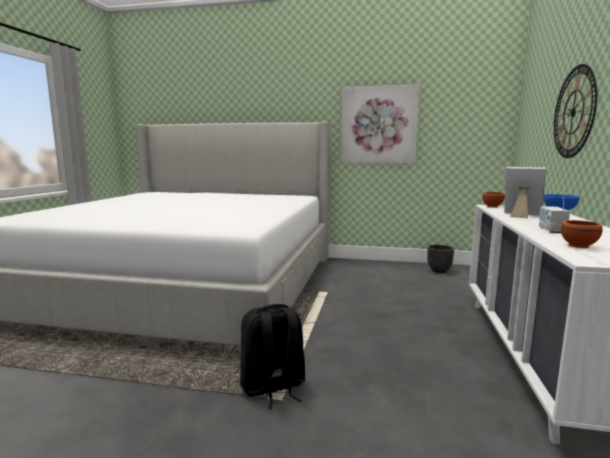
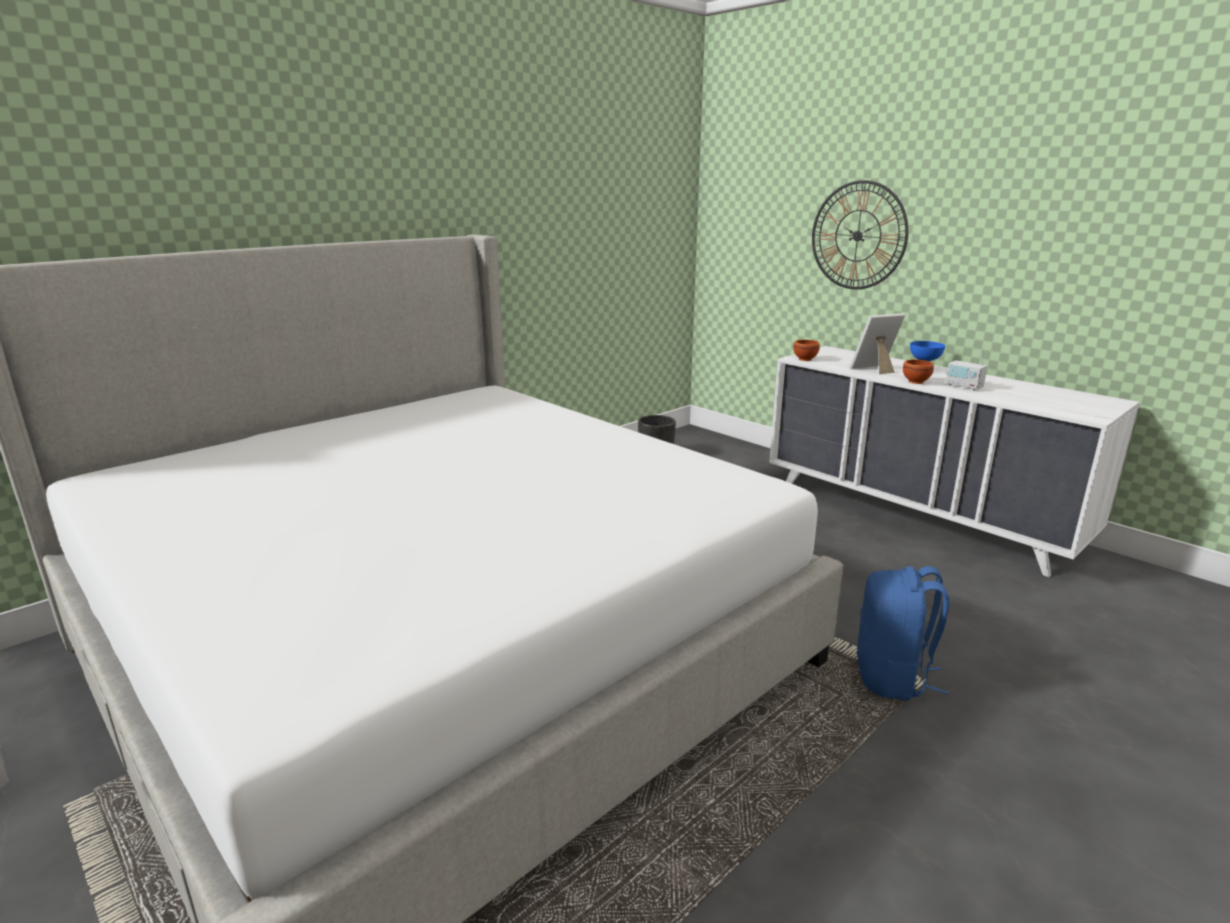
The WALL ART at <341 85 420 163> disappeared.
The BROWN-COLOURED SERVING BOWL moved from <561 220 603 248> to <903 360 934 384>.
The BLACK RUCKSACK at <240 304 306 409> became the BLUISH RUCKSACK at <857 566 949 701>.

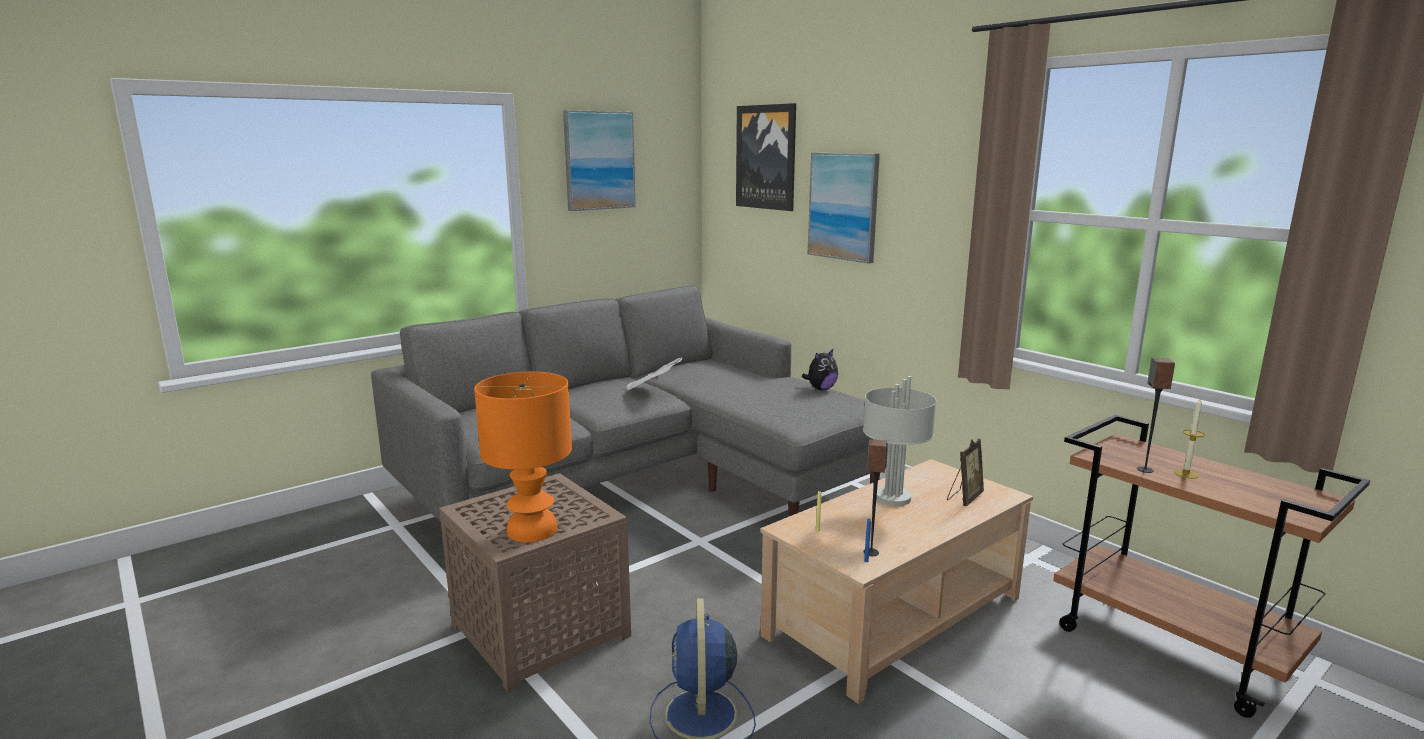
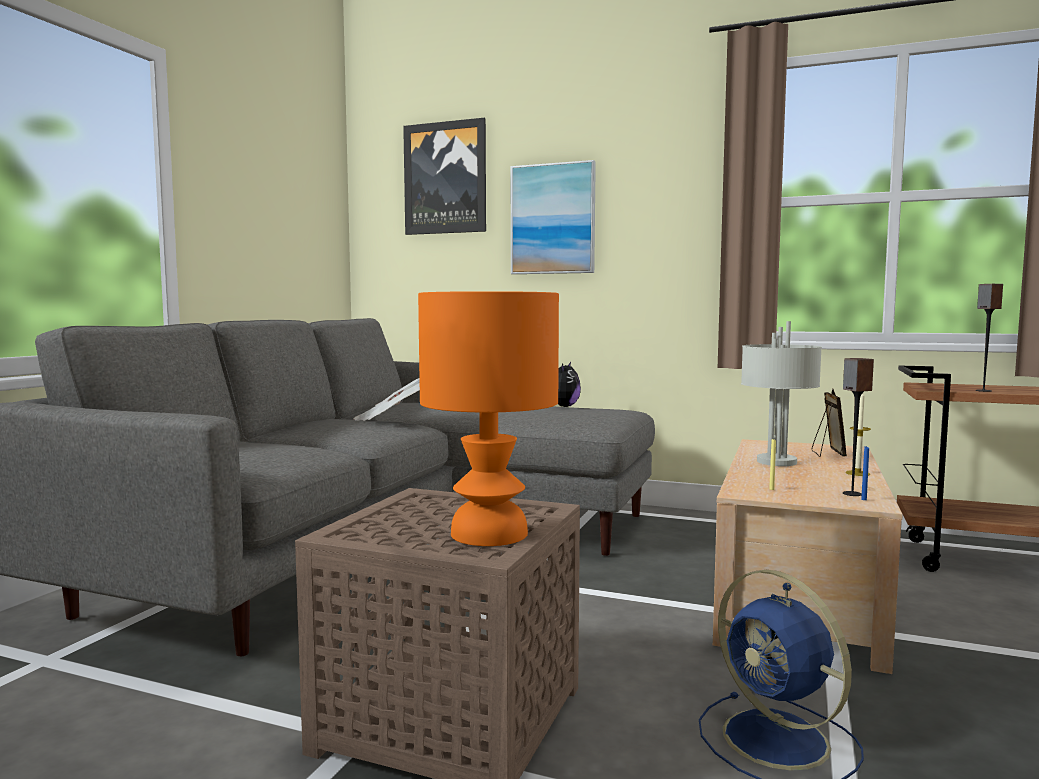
The WALL ART at <563 110 636 211> disappeared.
The WAX LIGHT moved from <1174 397 1205 479> to <846 393 871 476>.

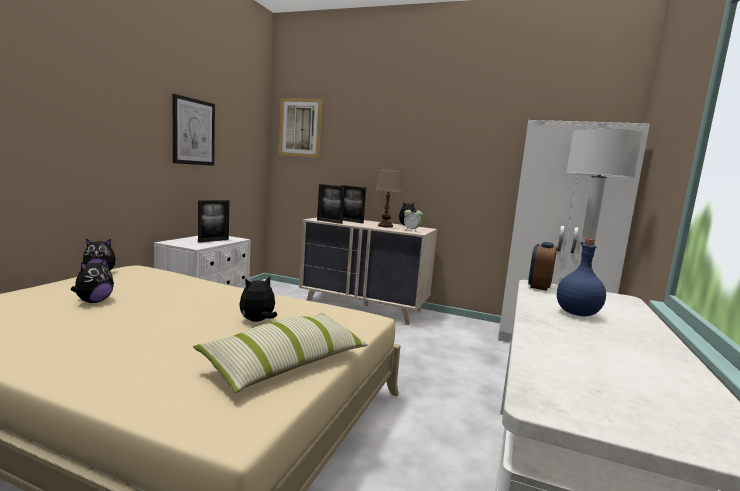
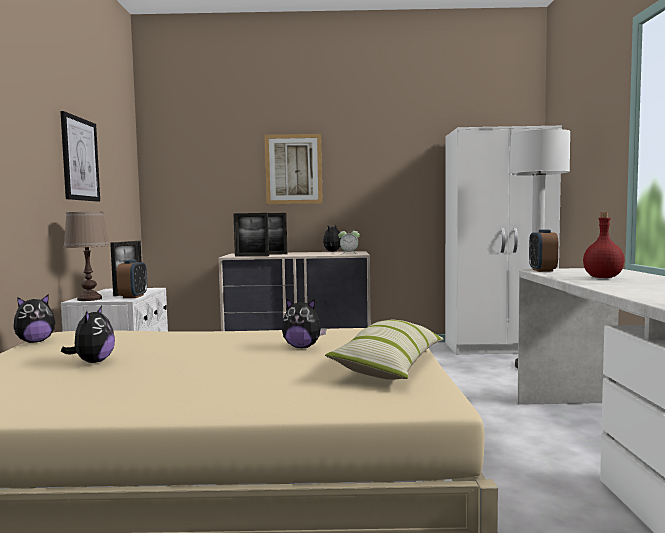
The ALARM CLOCK at <117 260 147 298> appeared.
The WALL ART moved from <279 98 323 158> to <264 134 323 204>.
The BROWN-COLOURED TABLE LAMP moved from <375 168 402 228> to <63 212 110 301>.
The BLUISH BOTTLE at <557 238 606 317> became the RED BOTTLE at <583 212 625 278>.
The CUDDLY TOY at <239 276 277 322> turned 105 degrees counterclockwise.

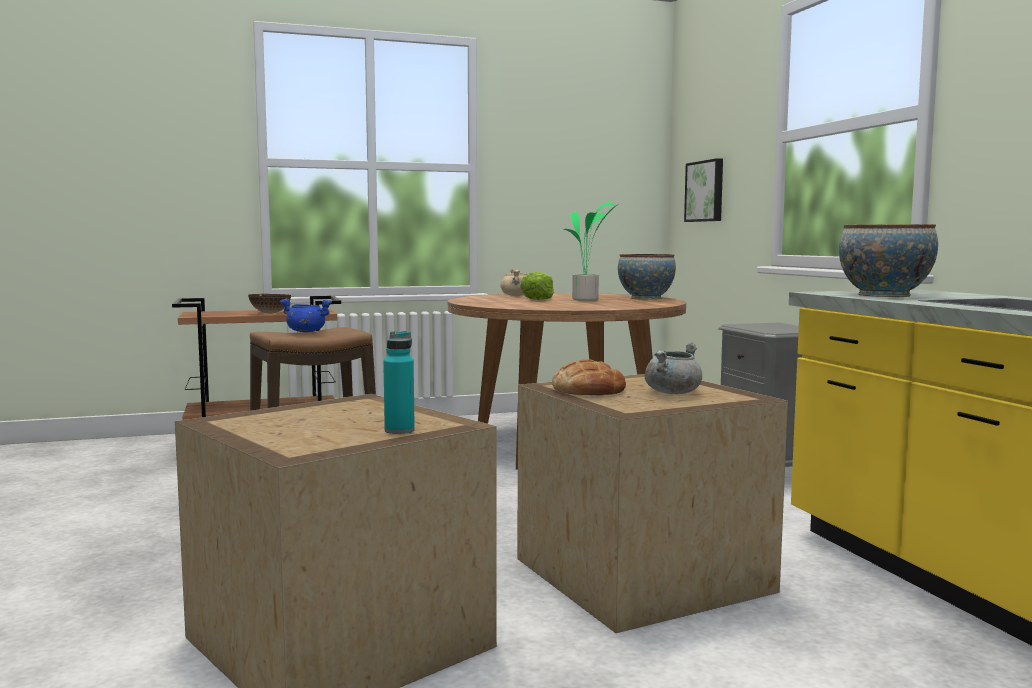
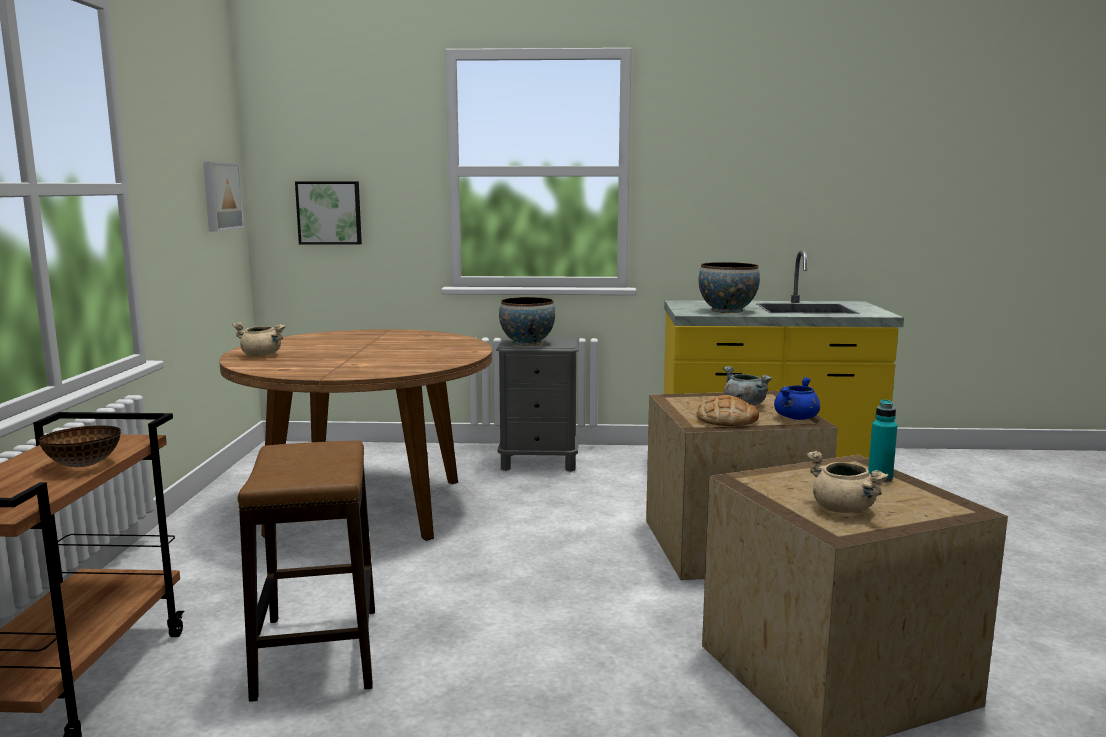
The LETTUCE at <520 272 554 300> disappeared.
The POTTED PLANT at <560 202 617 301> disappeared.
The WALL ART at <203 162 244 232> appeared.
The SAND-COLOURED COOKING POT at <806 451 889 513> appeared.
The BLUISH COOKING POT moved from <280 299 332 332> to <774 377 820 420>.
The SERVING BOWL moved from <618 254 676 300> to <499 297 555 346>.

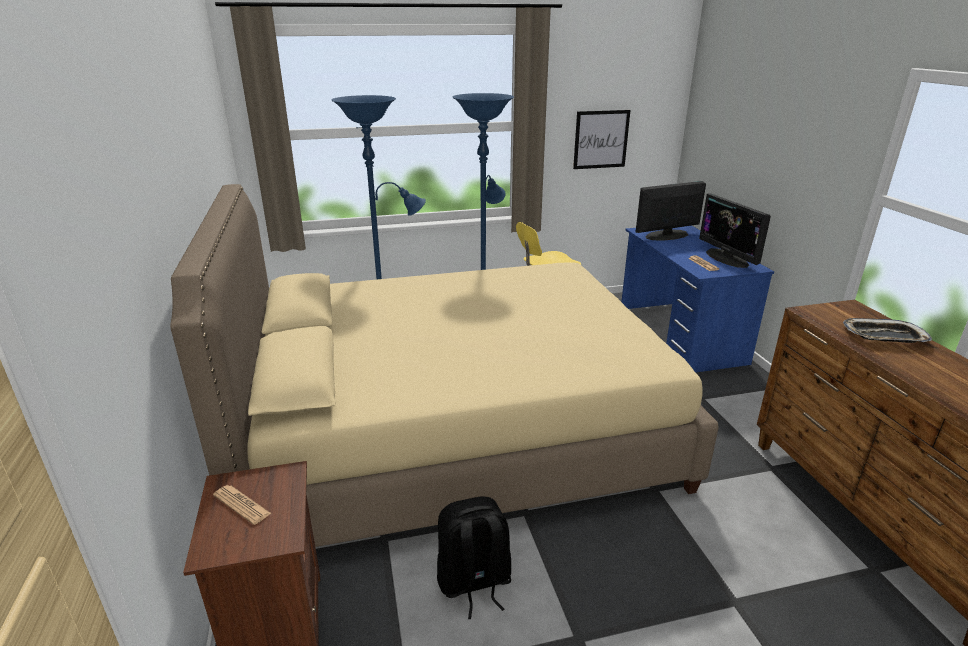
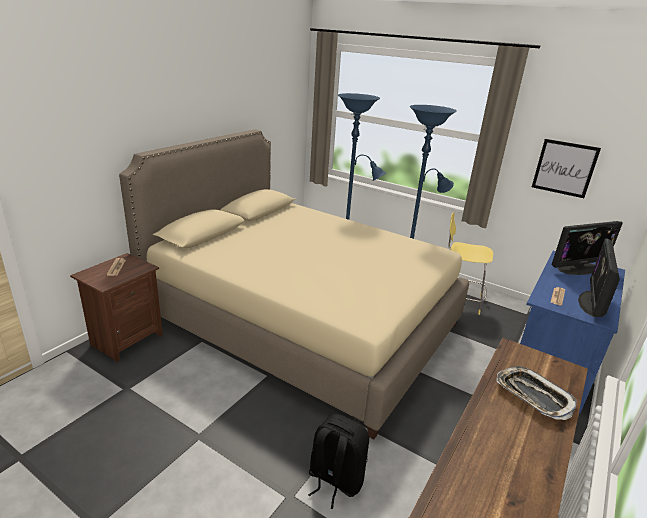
The BLACK RUCKSACK moved from <437 496 511 619> to <308 414 369 509>.
The COMPUTER SCREEN at <636 181 706 241> turned 135 degrees clockwise.

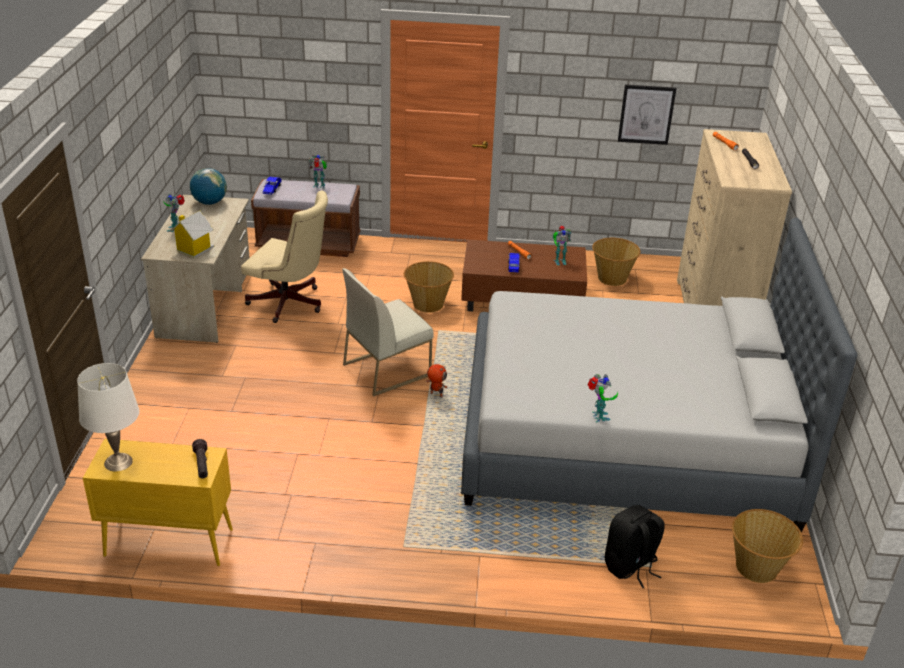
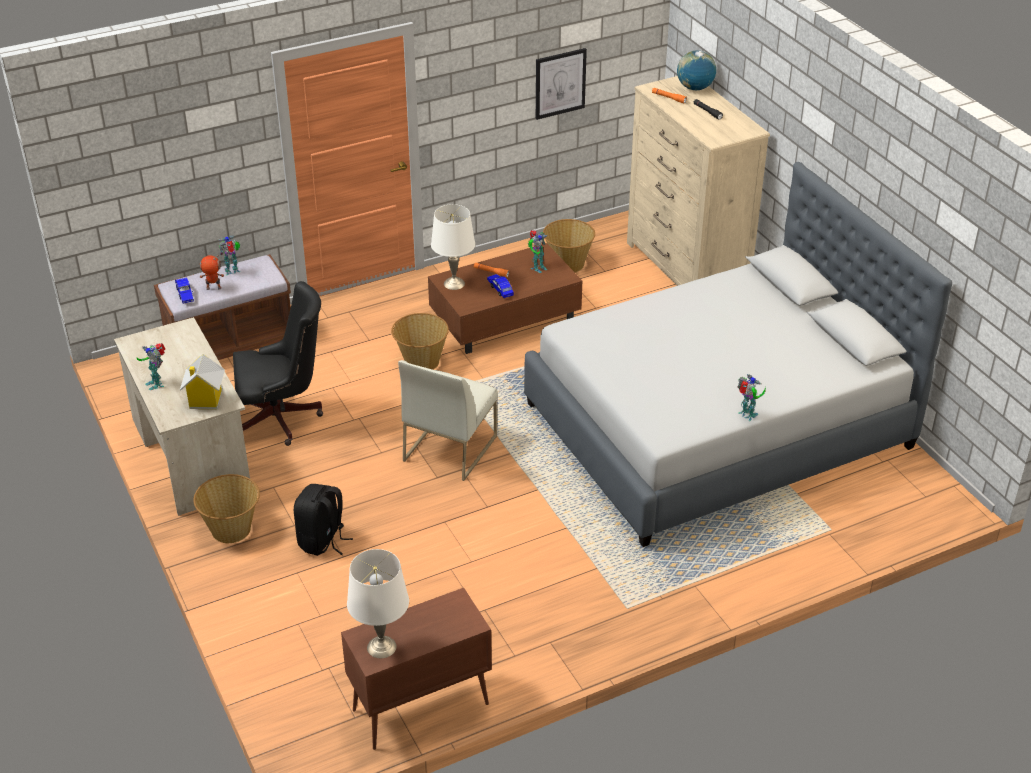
The BLACK HAND TORCH at <192 439 208 478> disappeared.
The WHITISH TABLE LAMP at <431 204 475 290> appeared.
The WORLD GLOBE moved from <190 168 227 205> to <677 50 716 90>.
The MODEL ROBOT moved from <426 364 447 398> to <200 255 224 290>.
The BLACK RUCKSACK moved from <605 505 665 588> to <294 484 353 556>.
The BASKET moved from <732 509 803 583> to <193 474 260 543>.
The YELLOW-COLOURED CABINET at <83 439 233 566> became the BROWN-COLOURED CABINET at <341 588 492 750>.
The SAND-COLOURED DESK CHAIR at <241 191 328 323> became the BLACK DESK CHAIR at <233 281 323 446>.

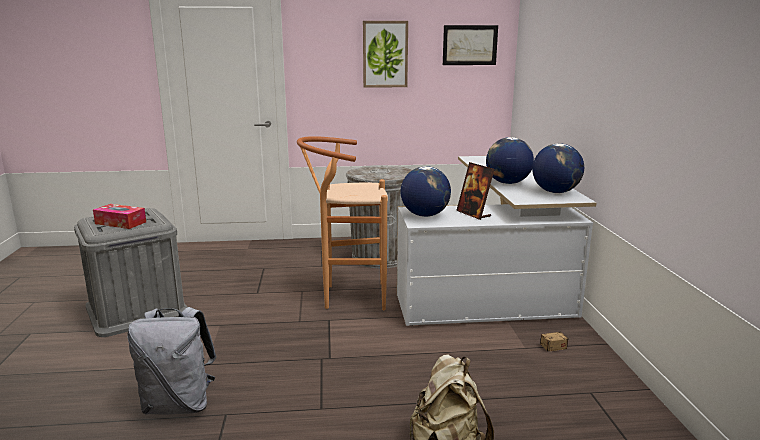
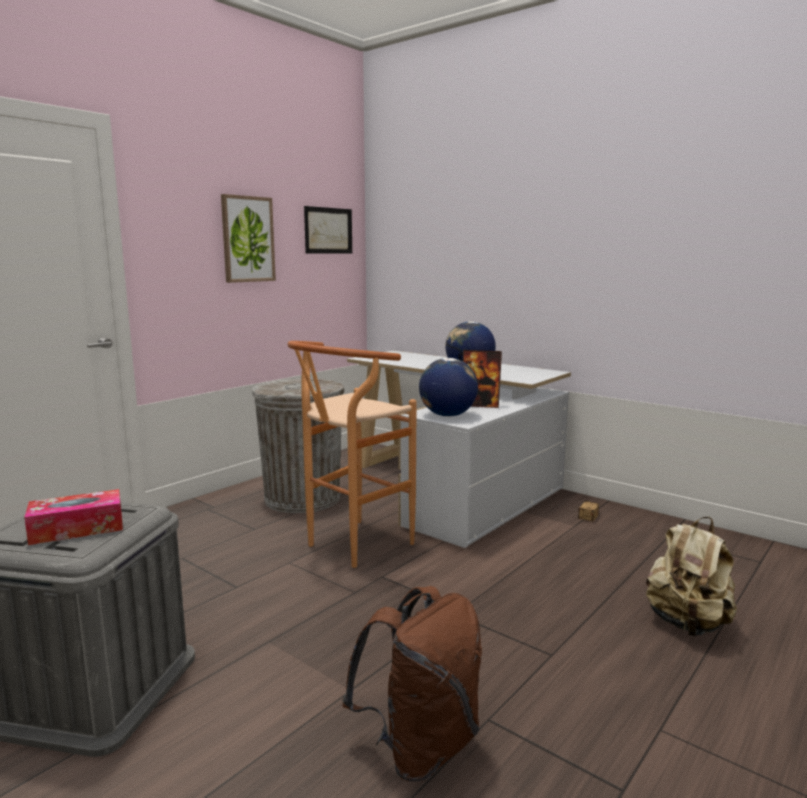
The WORLD GLOBE at <532 143 584 193> disappeared.
The GREY RUCKSACK at <127 307 217 415> became the BROWN-COLOURED RUCKSACK at <342 586 482 782>.

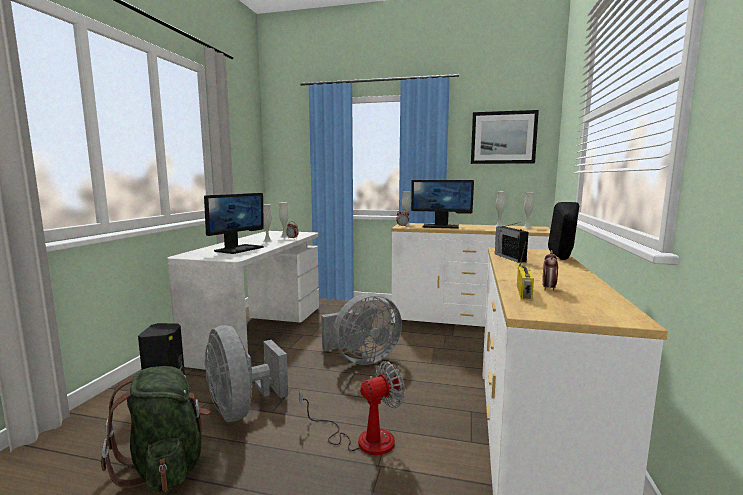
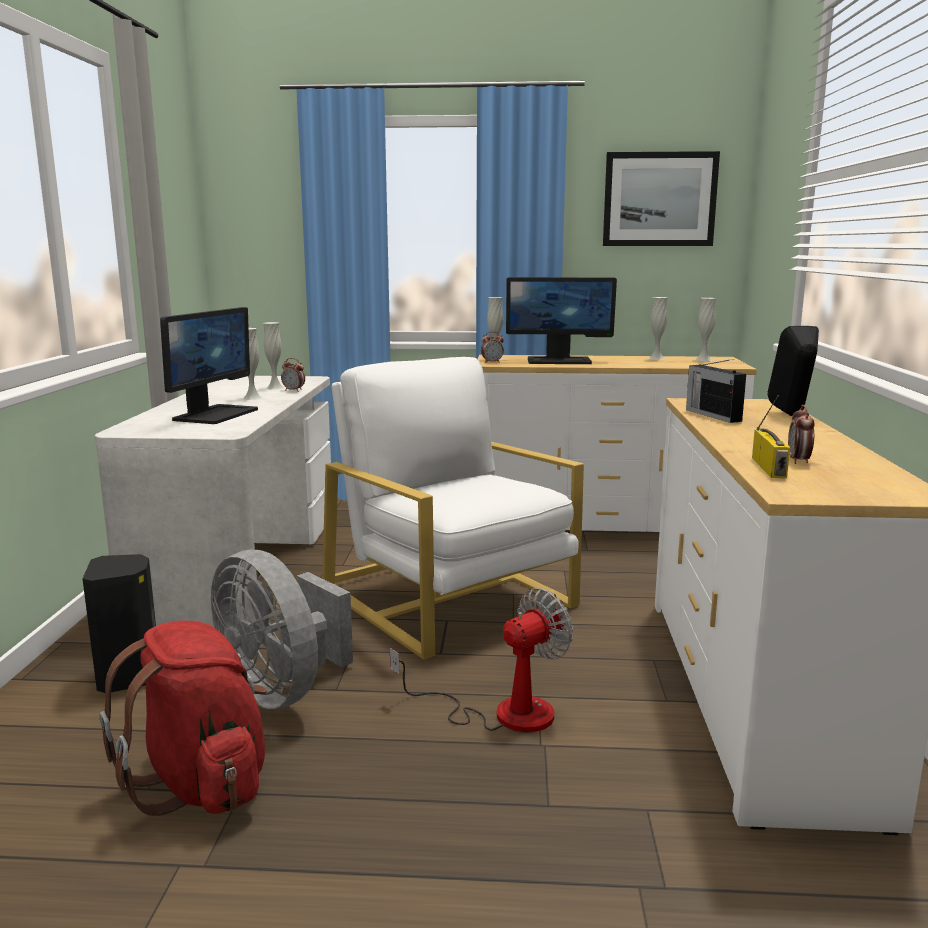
The GREY COOLING FAN at <321 293 402 365> was replaced by the WHITISH ARMCHAIR at <322 357 584 660>.
The GREEN RUCKSACK at <101 366 210 493> became the RED RUCKSACK at <100 621 267 816>.

